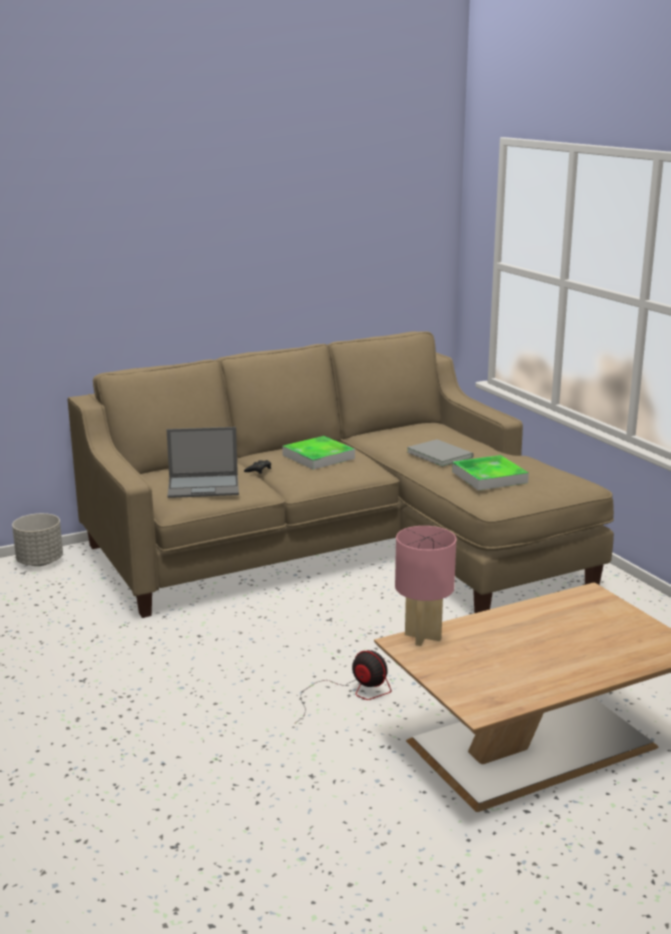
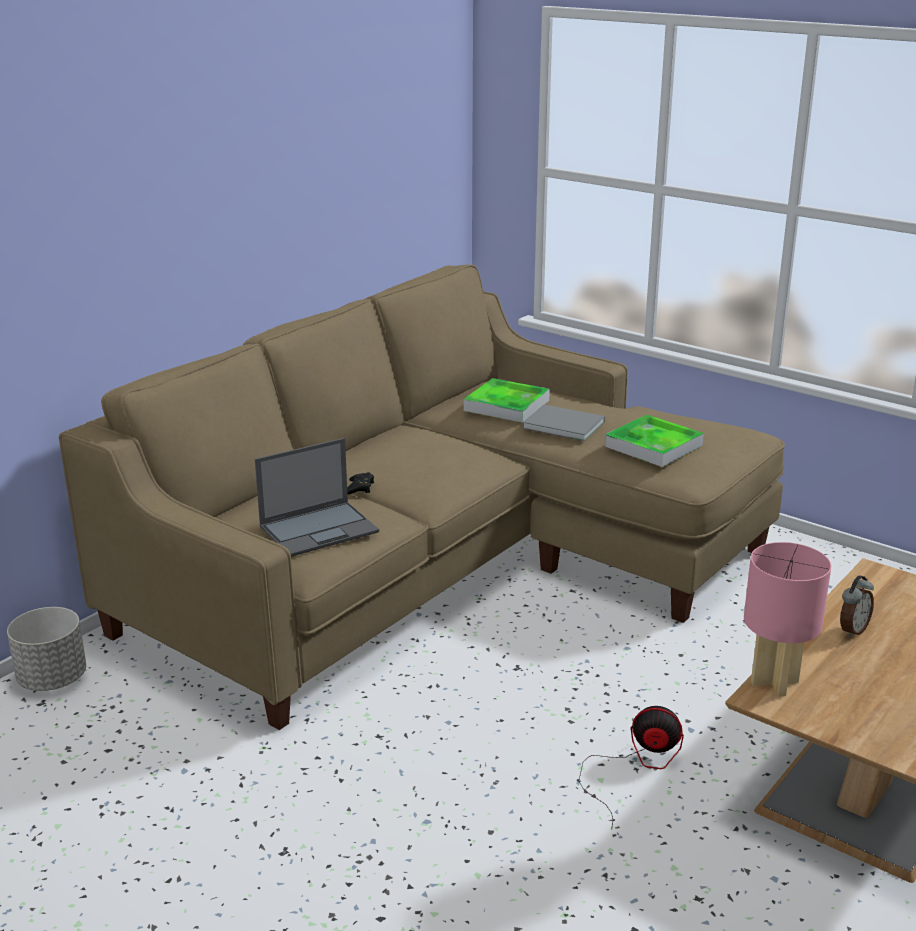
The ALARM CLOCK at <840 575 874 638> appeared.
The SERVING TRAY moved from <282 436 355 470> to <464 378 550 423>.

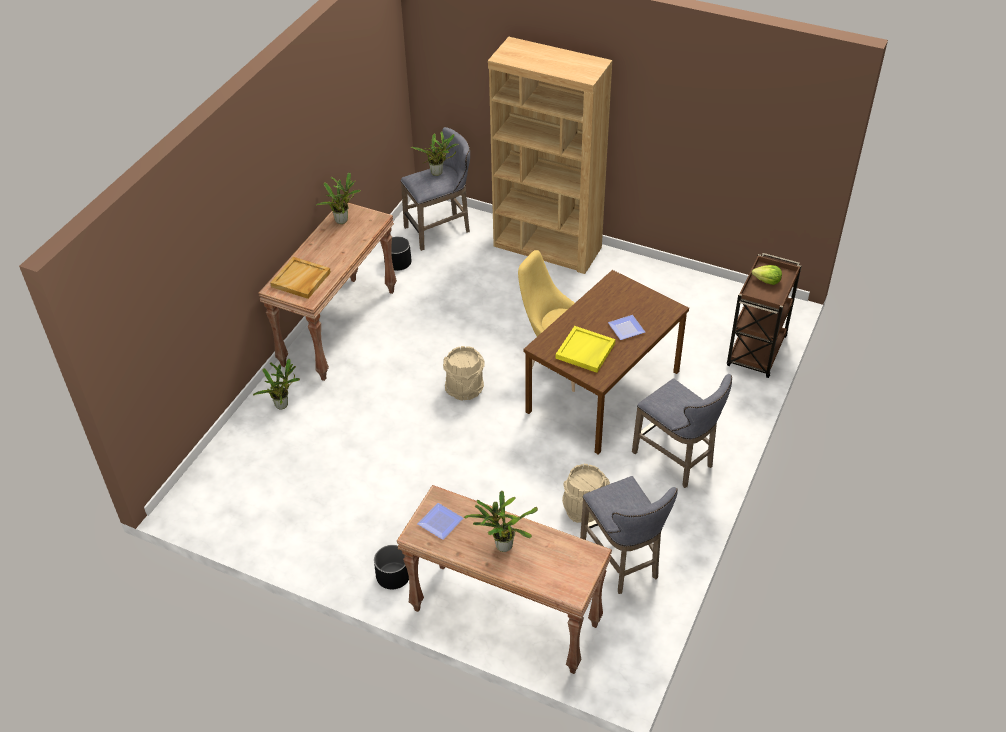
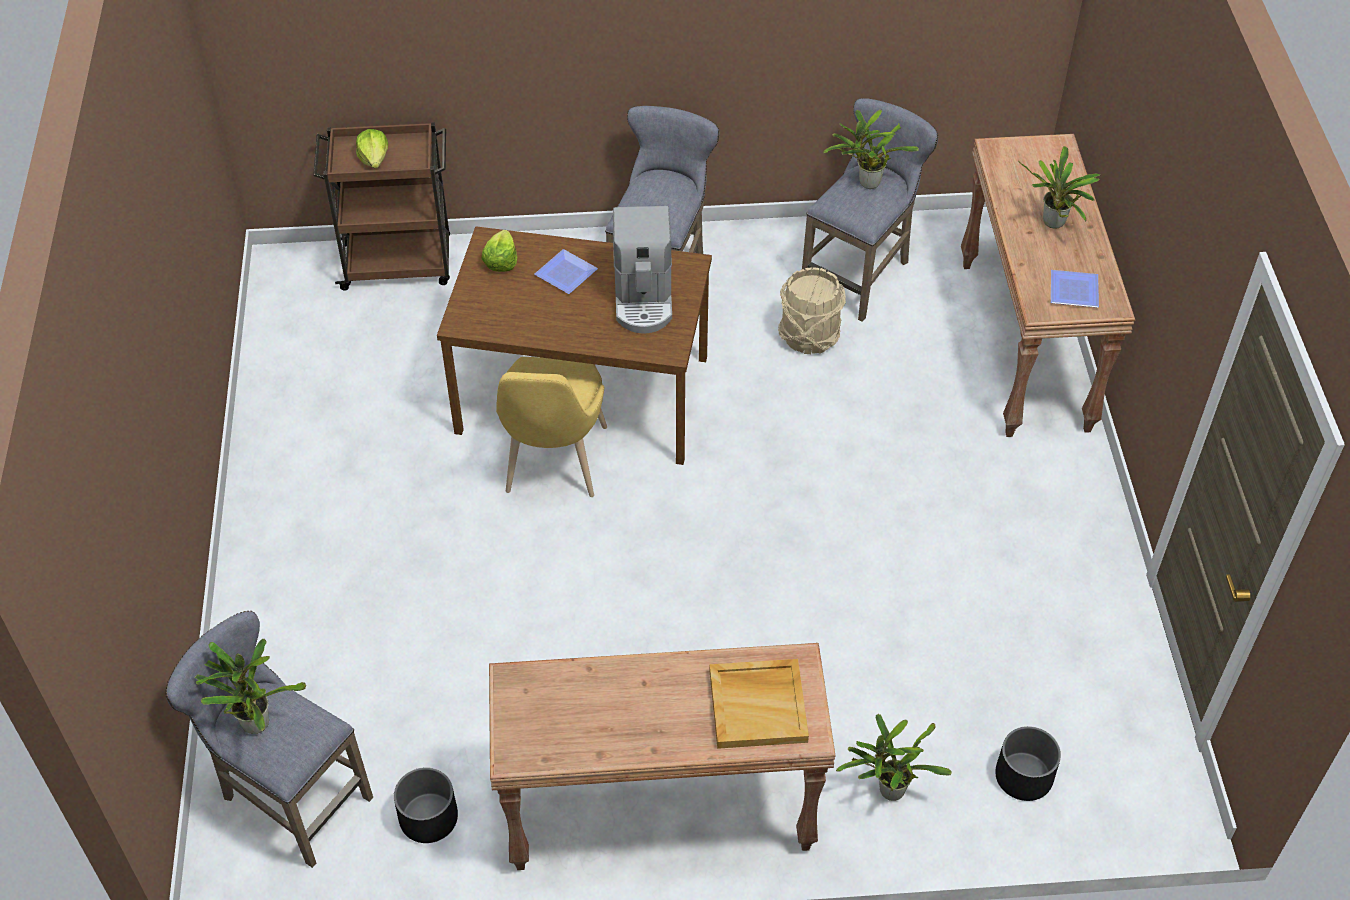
The SAND-COLOURED BUCKET at <443 346 485 401> disappeared.
The BROWN-COLOURED BOOKSHELF at <488 37 612 274> disappeared.
The LETTUCE at <481 230 517 272> appeared.
The POTTED PLANT moved from <316 172 361 224> to <823 110 919 189>.
The BLACK PLANTER moved from <374 545 409 589> to <995 726 1061 801>.
The YELLOW-COLOURED SERVING TRAY at <556 326 616 373> was replaced by the COFFEE MAKER at <613 206 672 334>.

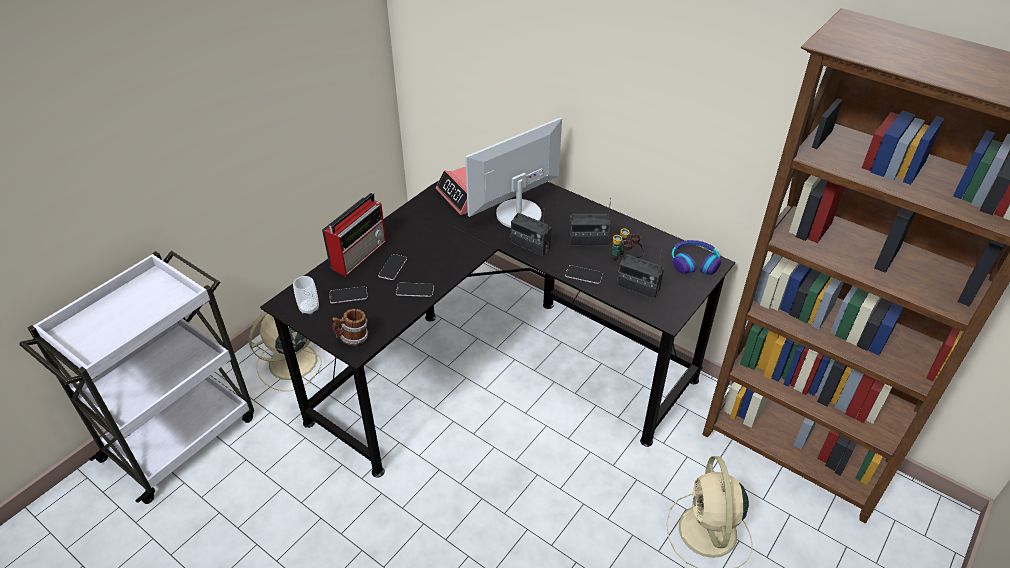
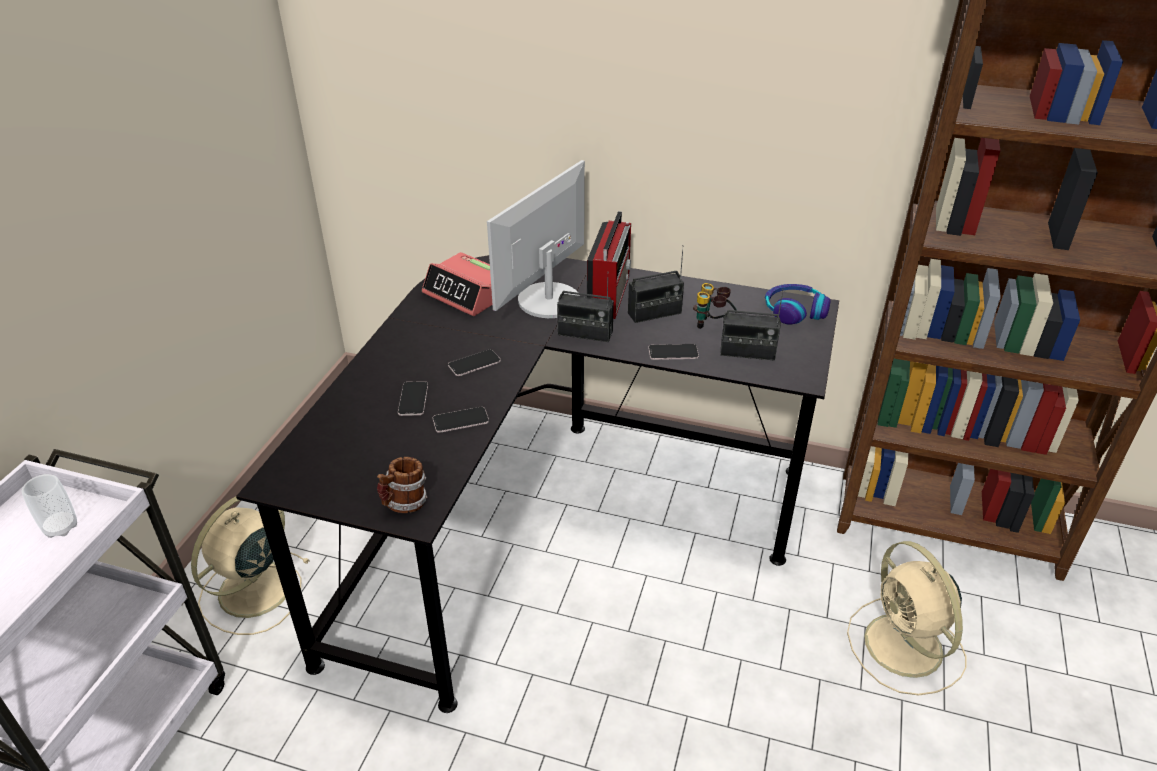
The DRINKING CUP moved from <293 276 319 315> to <22 474 77 538>.
The RADIO moved from <322 193 386 276> to <587 211 631 319>.
The HANDSET moved from <330 286 368 303> to <448 349 501 376>.

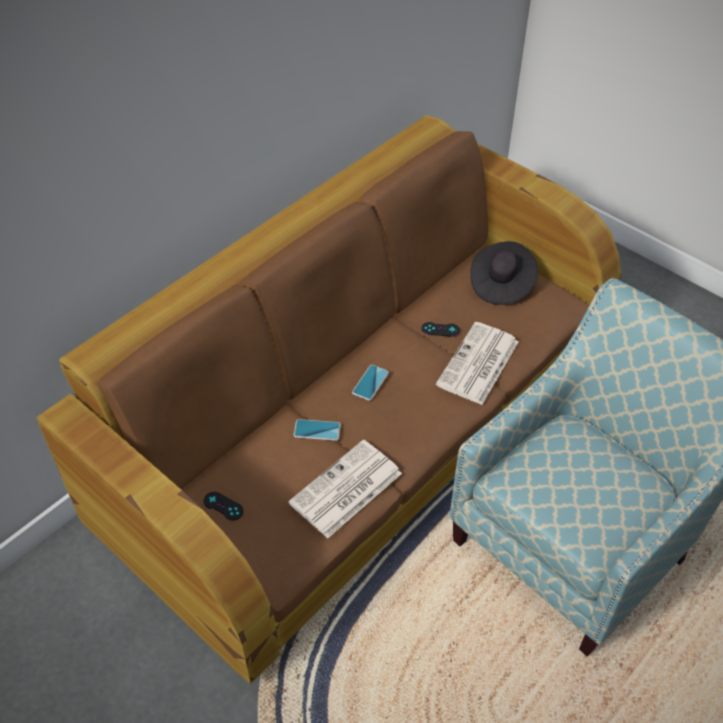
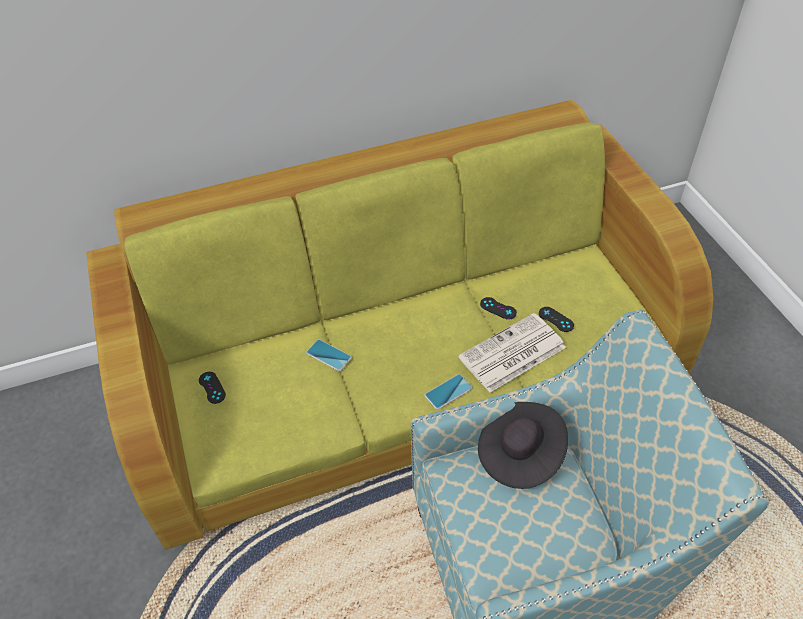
The PRINTED PAPER at <289 440 402 538> disappeared.
The BLACK GAME CONTROLLER at <539 307 574 332> appeared.
The HANDSET moved from <352 365 389 401> to <424 374 472 410>.
The BLACK CLOTHING HAT moved from <470 241 538 305> to <478 402 568 489>.
The BROWN-COLOURED SOFA at <36 115 621 684> became the GREEN SOFA at <86 100 713 550>.

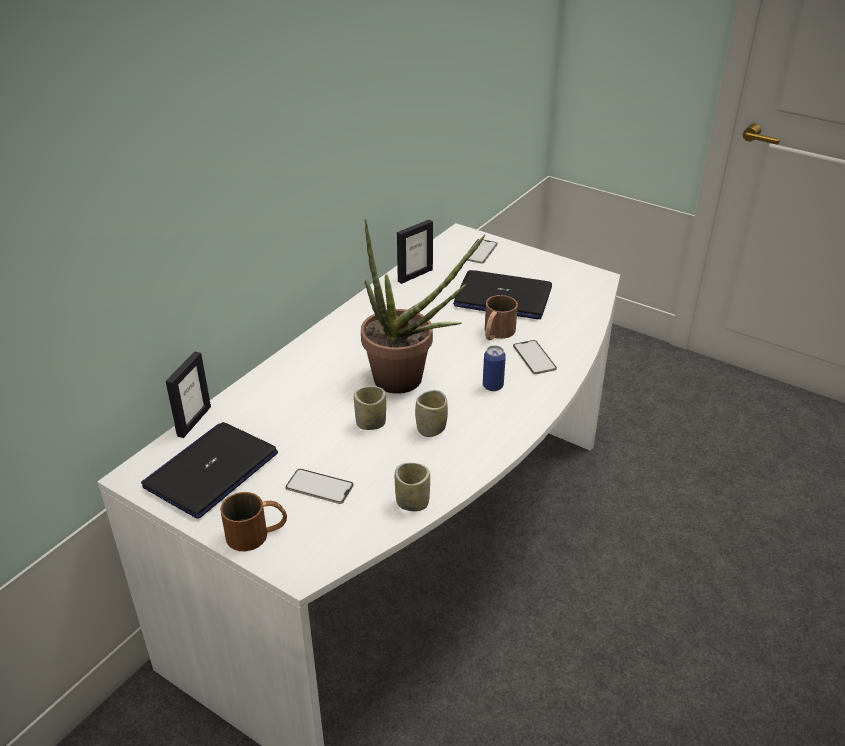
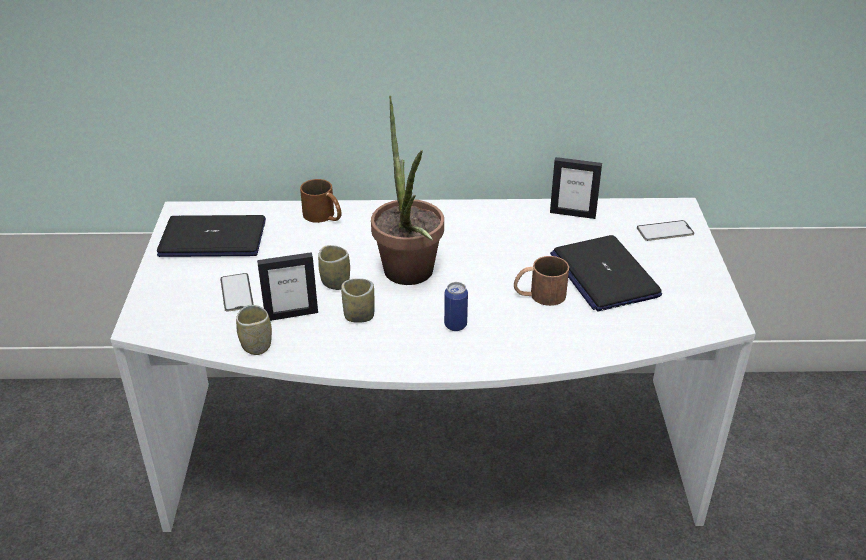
The HANDSET at <513 340 557 374> disappeared.
The STANDING FRAME moved from <166 352 211 438> to <257 252 318 321>.
The BROWN-COLOURED COFFEE MUG moved from <220 492 287 551> to <300 179 342 223>.

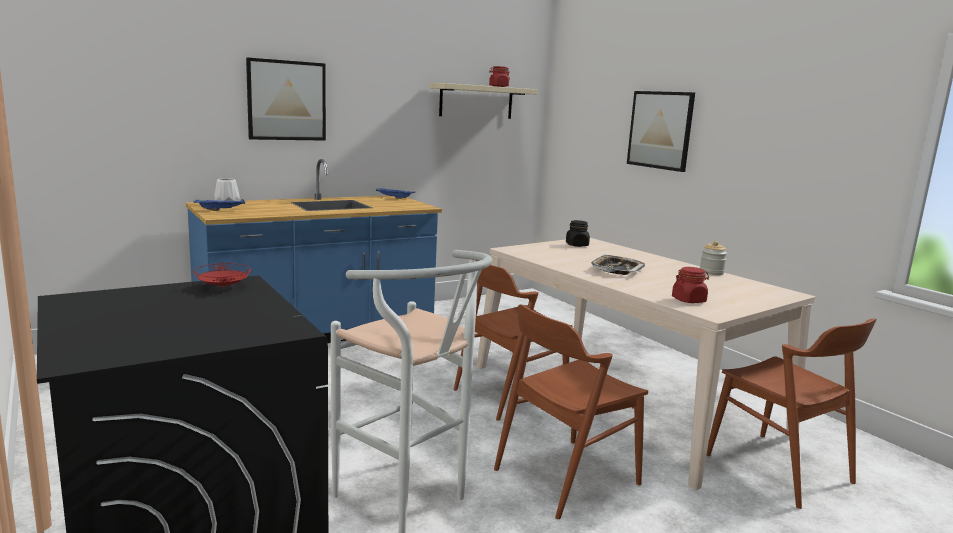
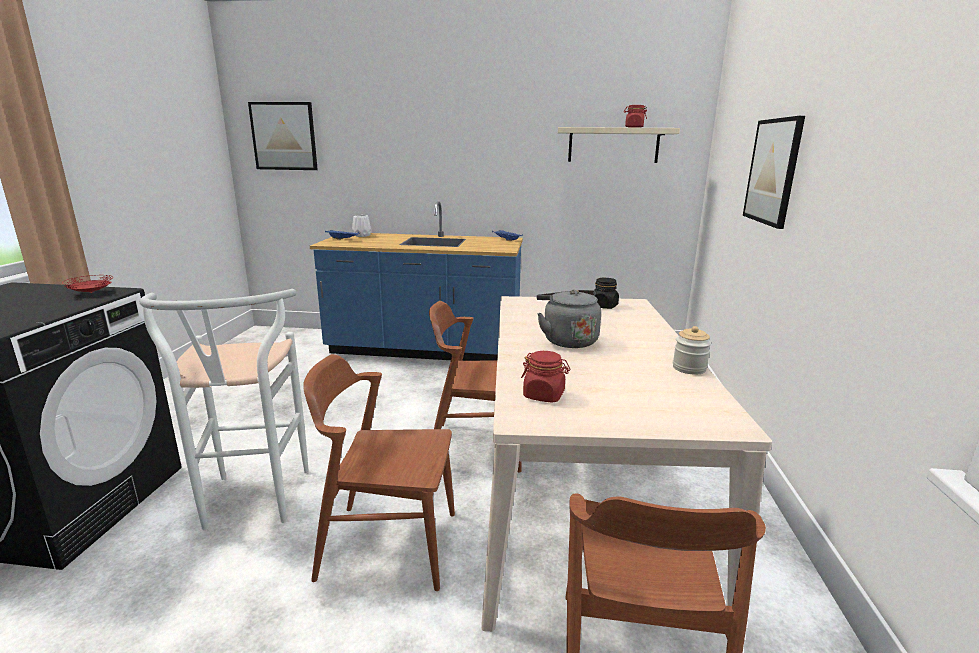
The WALL ART moved from <246 57 326 141> to <248 102 318 170>.
The SERVING TRAY at <591 255 645 275> was replaced by the GREY TEA KETTLE at <537 289 601 348>.

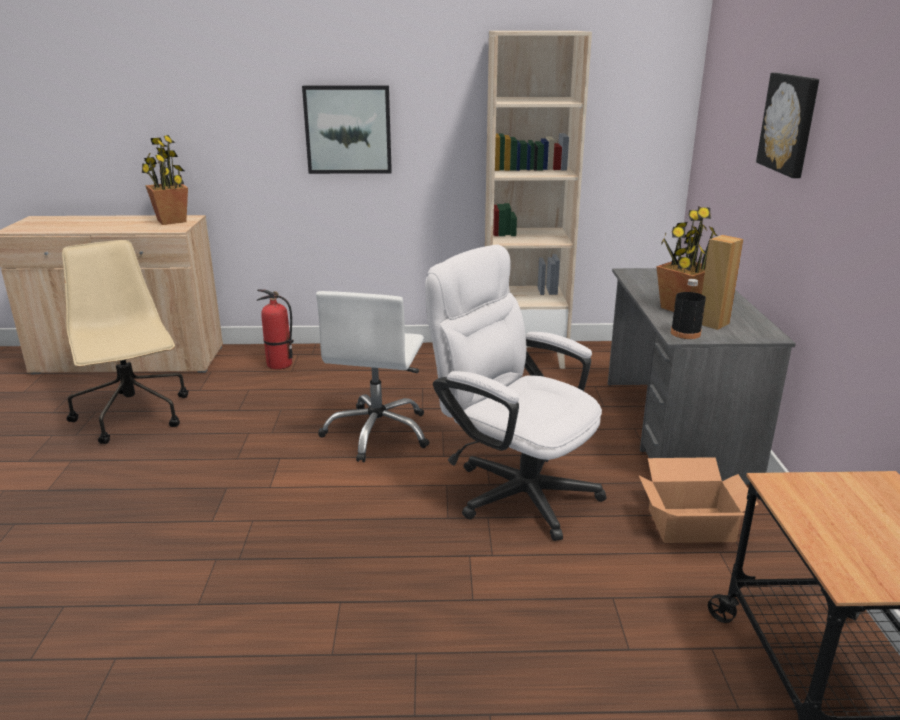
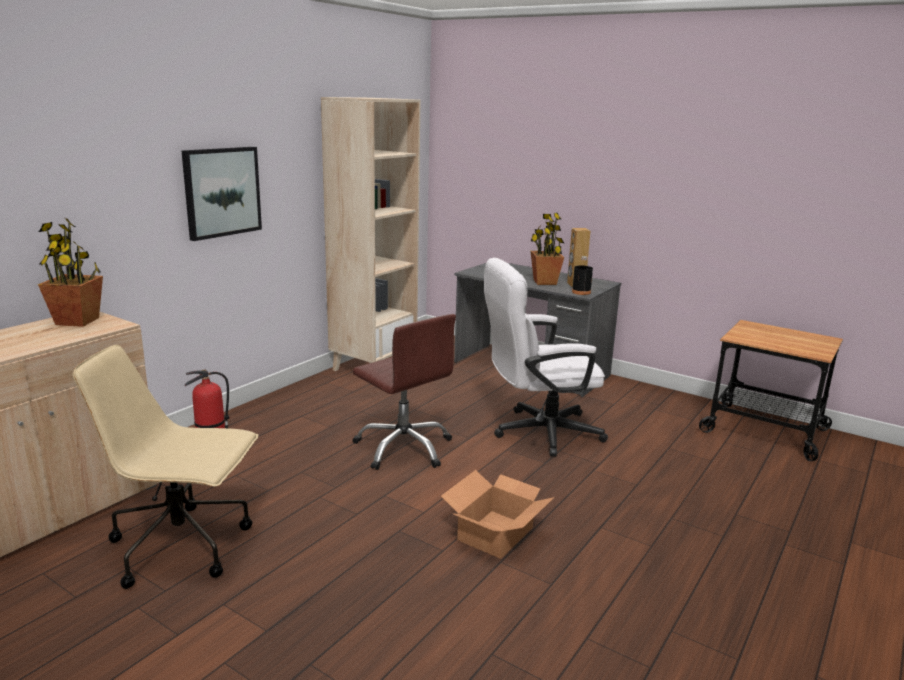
The WALL ART at <756 73 819 178> disappeared.
The PACKING BOX moved from <638 457 759 543> to <441 470 554 559>.
The WHITISH DESK CHAIR at <316 291 430 462> became the BROWN-COLOURED DESK CHAIR at <353 314 456 470>.

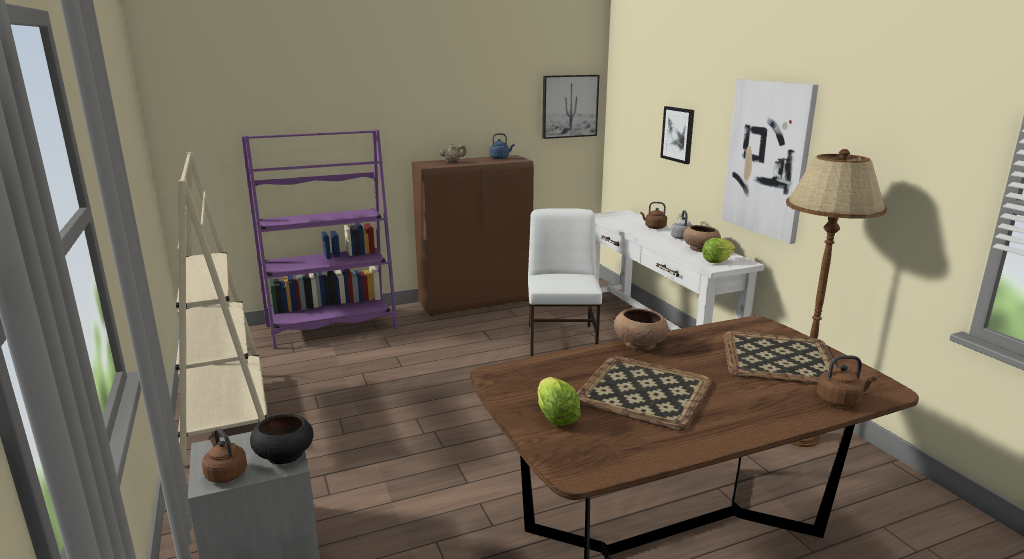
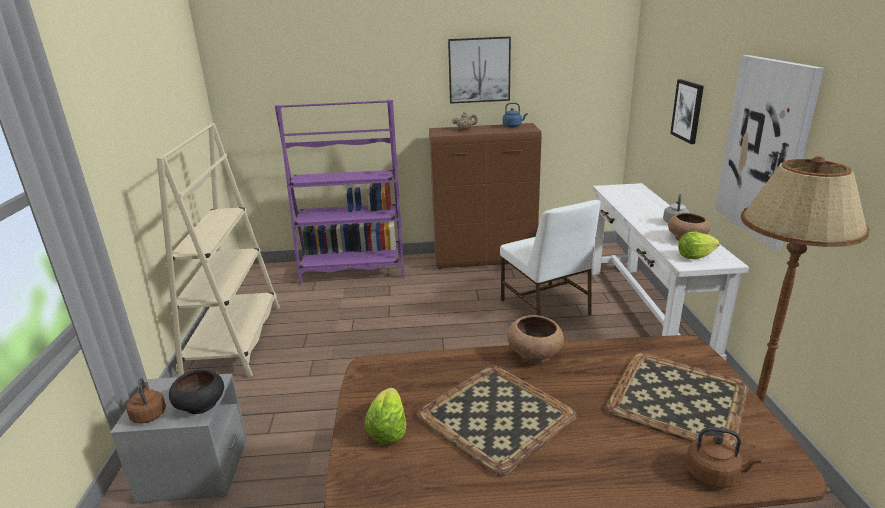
The BROWN-COLOURED TEA KETTLE at <641 202 667 229> disappeared.
The WALL ART moved from <542 75 599 139> to <448 36 511 104>.
The WHITISH PLAIN CHAIR at <528 208 602 356> turned 135 degrees clockwise.

